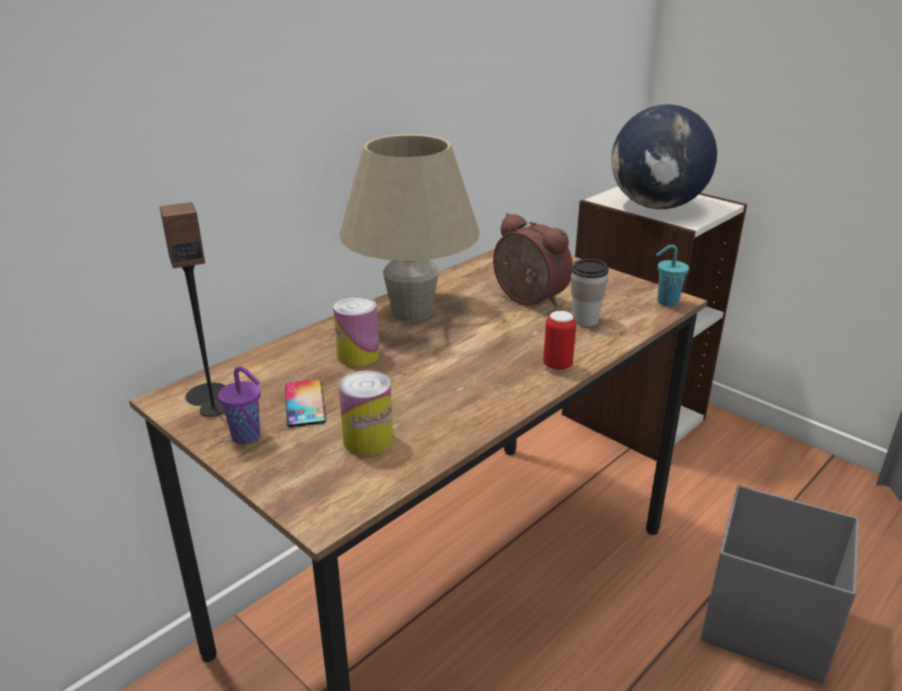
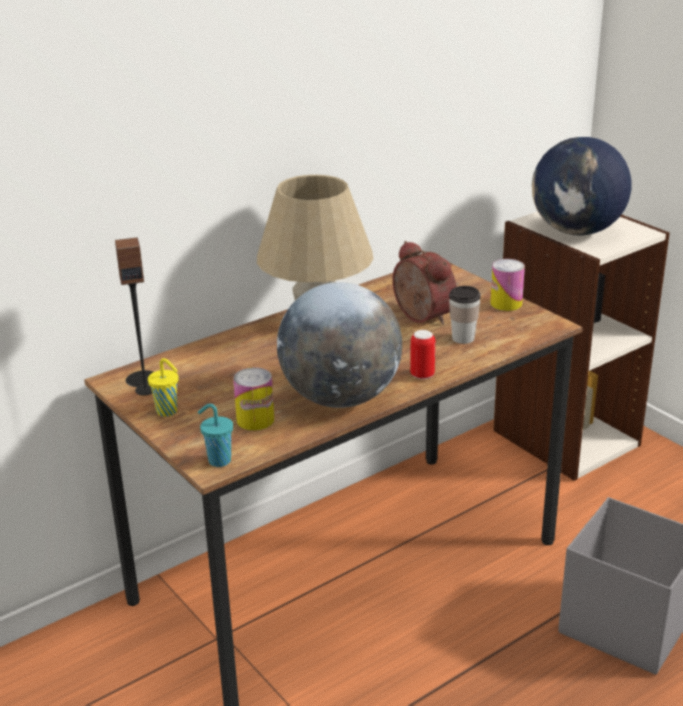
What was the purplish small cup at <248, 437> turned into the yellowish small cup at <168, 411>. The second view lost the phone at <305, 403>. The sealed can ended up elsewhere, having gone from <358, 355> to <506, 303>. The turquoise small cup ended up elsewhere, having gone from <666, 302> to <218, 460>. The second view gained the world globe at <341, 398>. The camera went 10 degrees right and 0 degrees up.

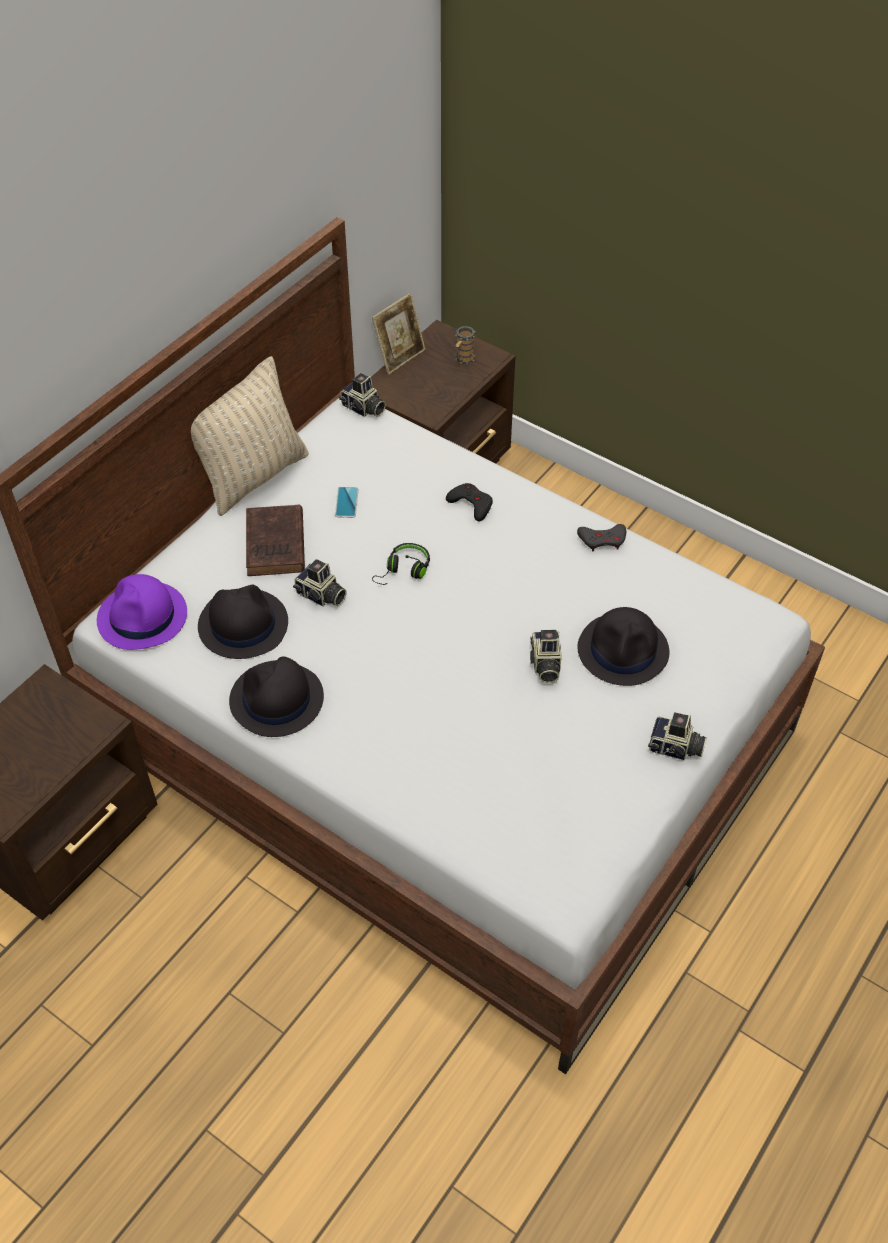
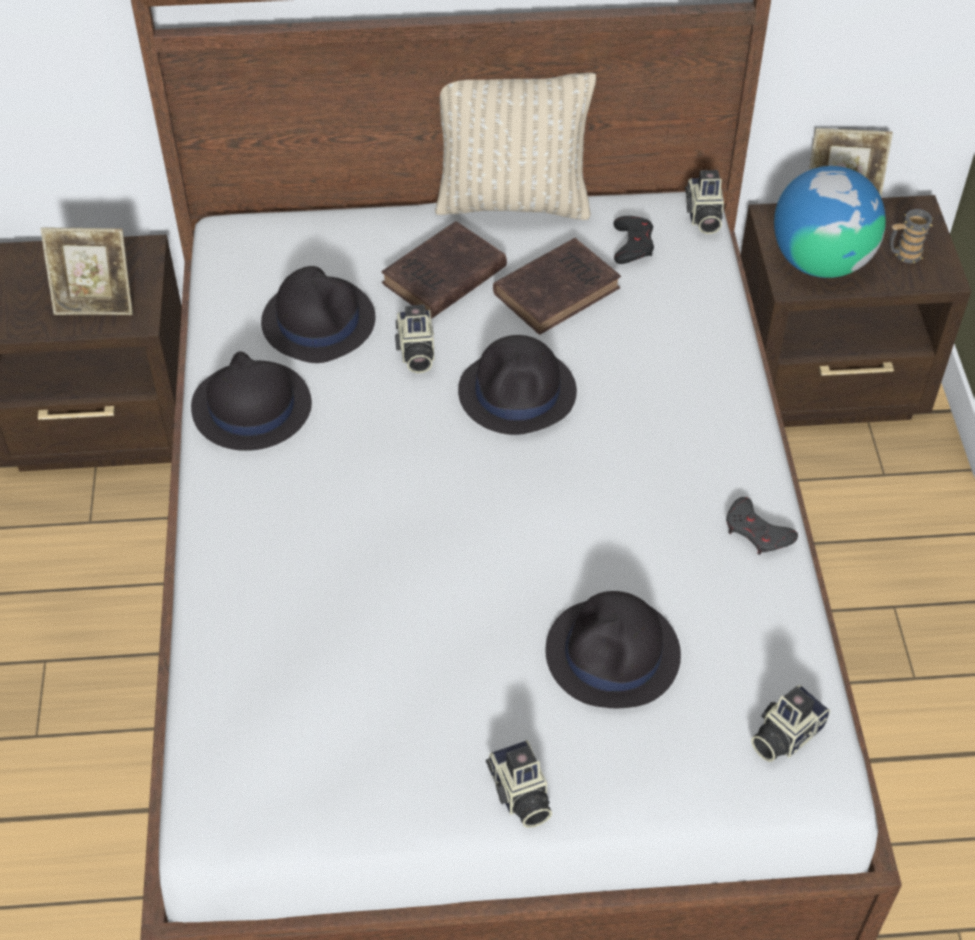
The second view lost the purplish hat at <143, 617>. Where the phone stood at <346, 502>, the brownish volume came to stand at <559, 289>. Where the blackish headset stood at <403, 571>, the blackish hat came to stand at <518, 393>. The blackish game controller ended up elsewhere, having gone from <471, 504> to <632, 244>. The still camera ended up elsewhere, having gone from <545, 664> to <784, 734>. The second view gained the picture frame at <96, 304>. The second view gained the world globe at <820, 261>. The camera went 50 degrees right and 0 degrees up.

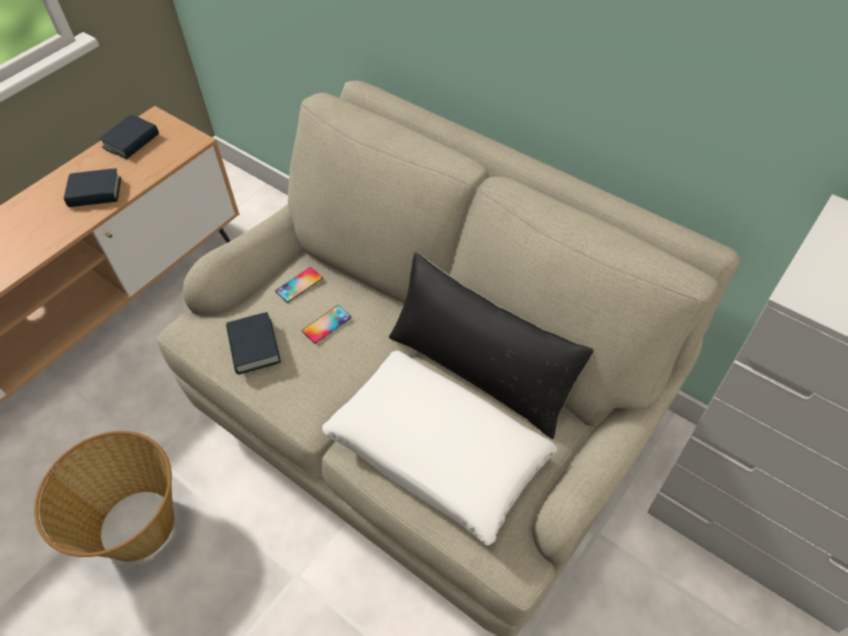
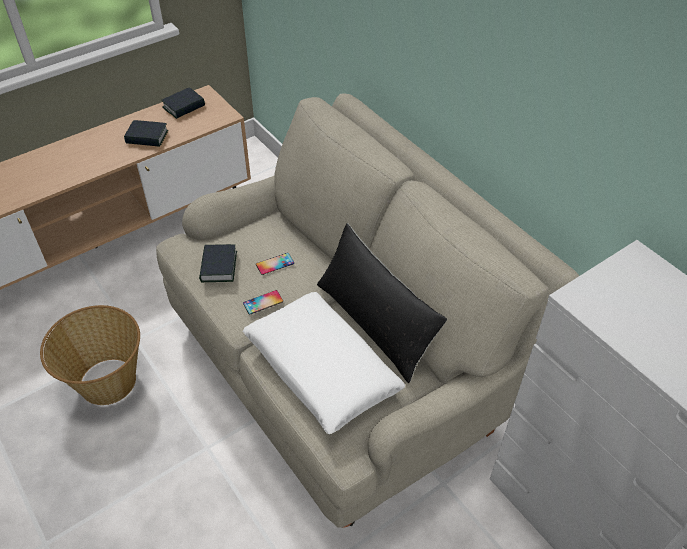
The phone ended up elsewhere, having gone from <299, 285> to <263, 302>. The camera went 15 degrees right and 5 degrees down.

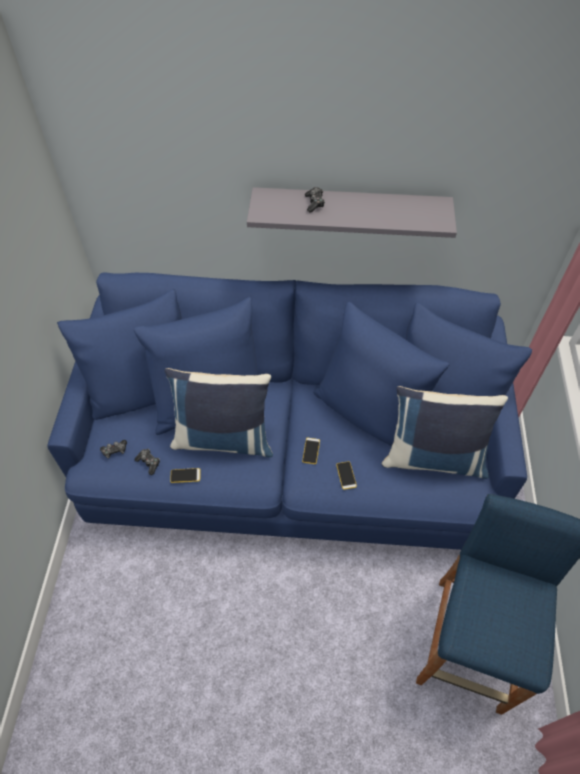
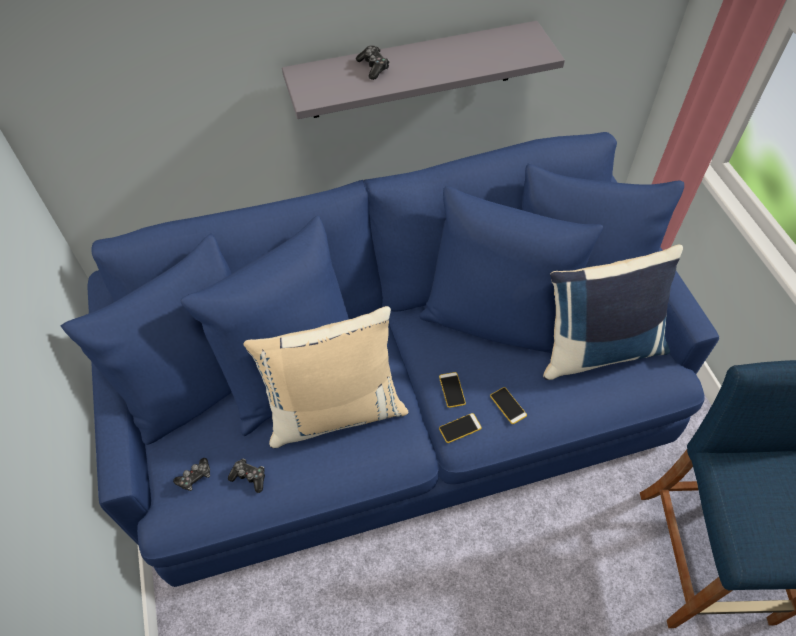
What was the blue-coloured cushion at <224, 438> turned into the beige-coloured cushion at <335, 410>. The phone ended up elsewhere, having gone from <185, 475> to <460, 428>. The camera went 20 degrees left and 0 degrees up.

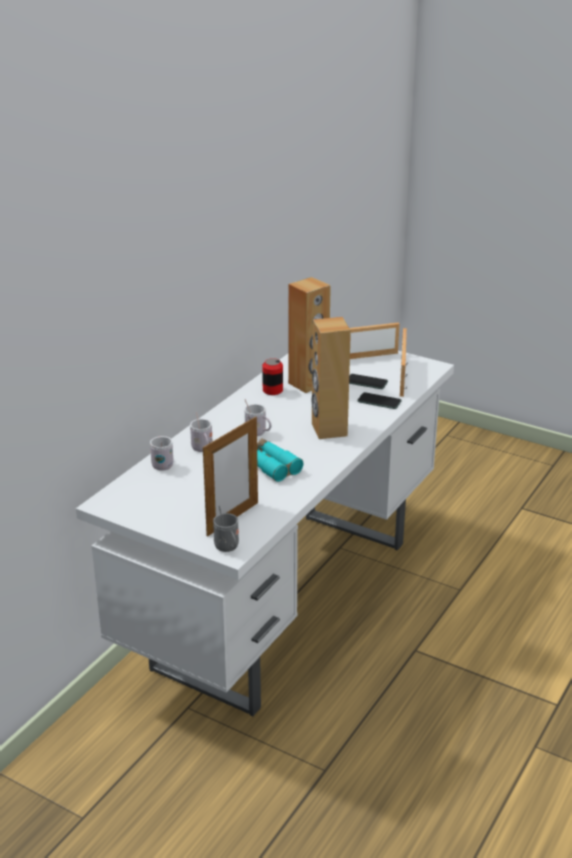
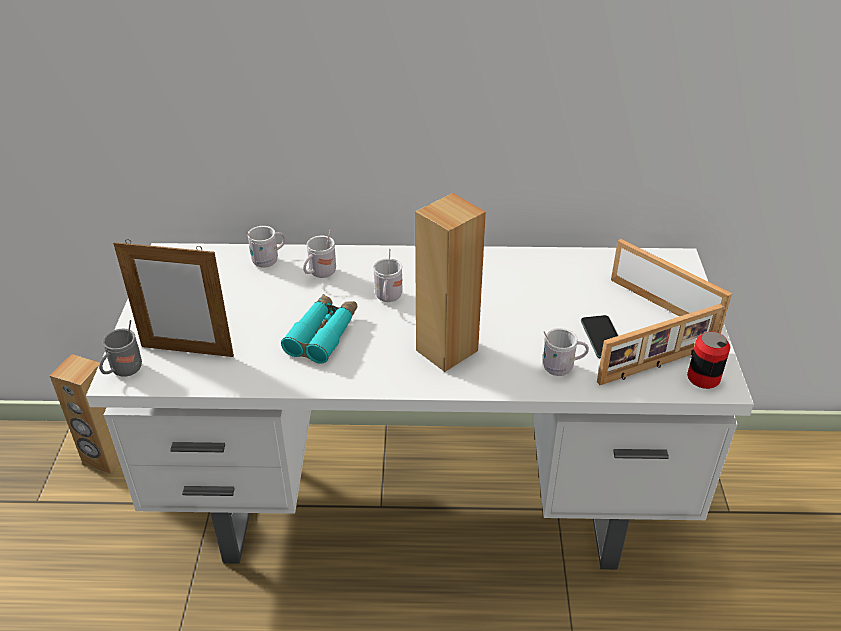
The sealed can ended up elsewhere, having gone from <272, 390> to <703, 378>. The brownish speaker ended up elsewhere, having gone from <308, 384> to <106, 458>. Where the phone stood at <379, 401>, the whitish mug came to stand at <562, 367>. The camera went 60 degrees right and 10 degrees up.

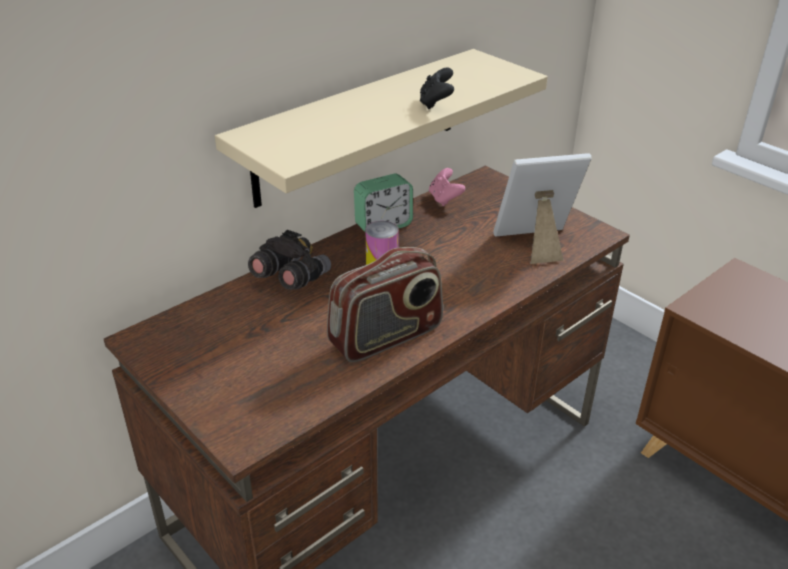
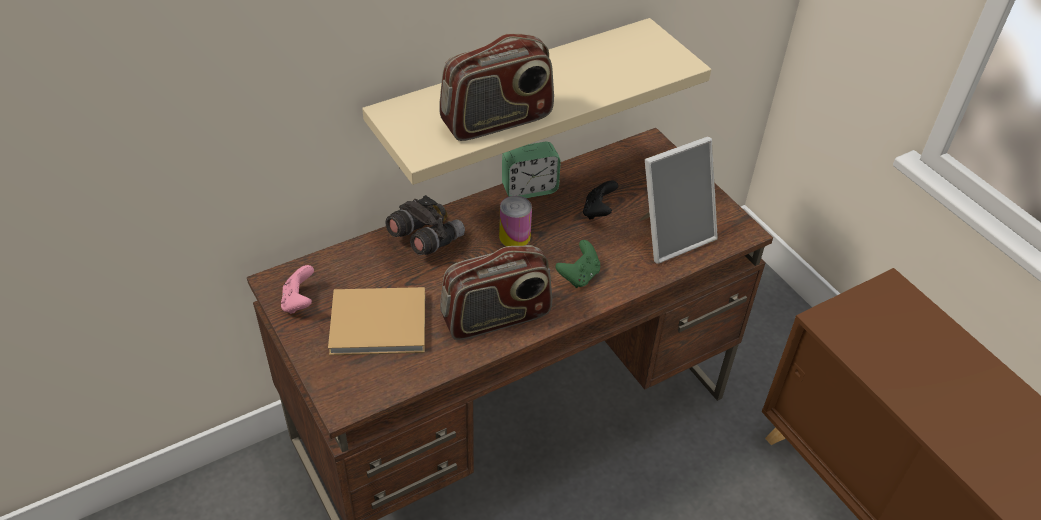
The blackish game controller ended up elsewhere, having gone from <436, 103> to <598, 211>. The pink-coloured game controller ended up elsewhere, having gone from <444, 199> to <299, 302>. The picture frame at <535, 244> ended up facing another way, 150 degrees clockwise from before. The second view gained the beige-coloured volume at <382, 324>. The second view gained the radio receiver at <497, 121>. The second view gained the green-coloured game controller at <579, 276>. The camera went 10 degrees right and 10 degrees up.

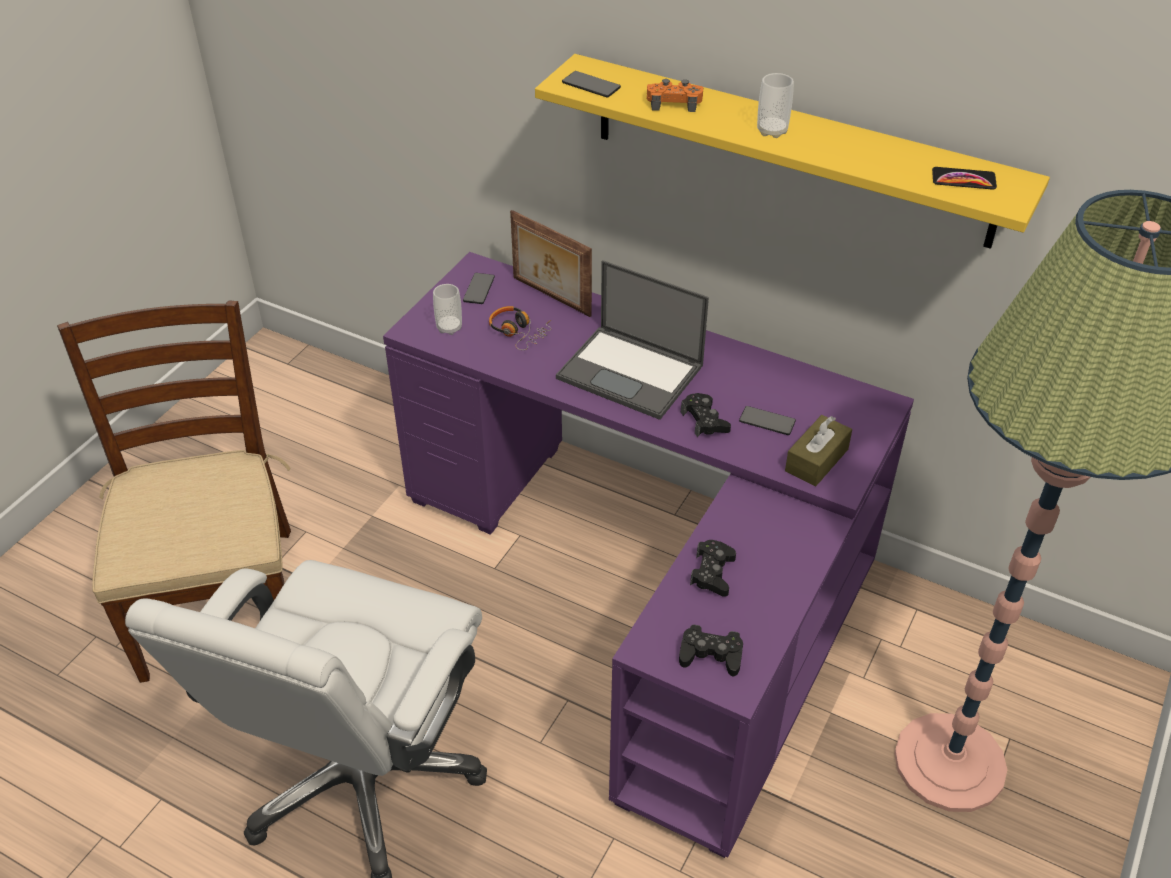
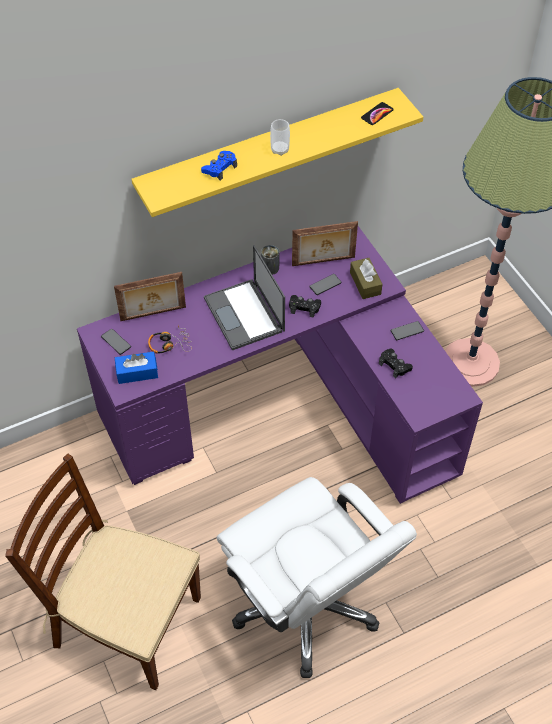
Where the small cup stood at <449, 328>, the blue-coloured tissue holder came to stand at <137, 372>. The laptop at <632, 372> ended up facing another way, 90 degrees clockwise from before. The phone ended up elsewhere, having gone from <591, 85> to <407, 331>. What was the orange-coloured game controller at <674, 102> turned into the blue-coloured game controller at <220, 168>. The second view lost the blackish game controller at <711, 655>. The second view gained the sealed can at <270, 268>. The second view gained the picture frame at <323, 262>. The camera went 55 degrees left and 10 degrees up.

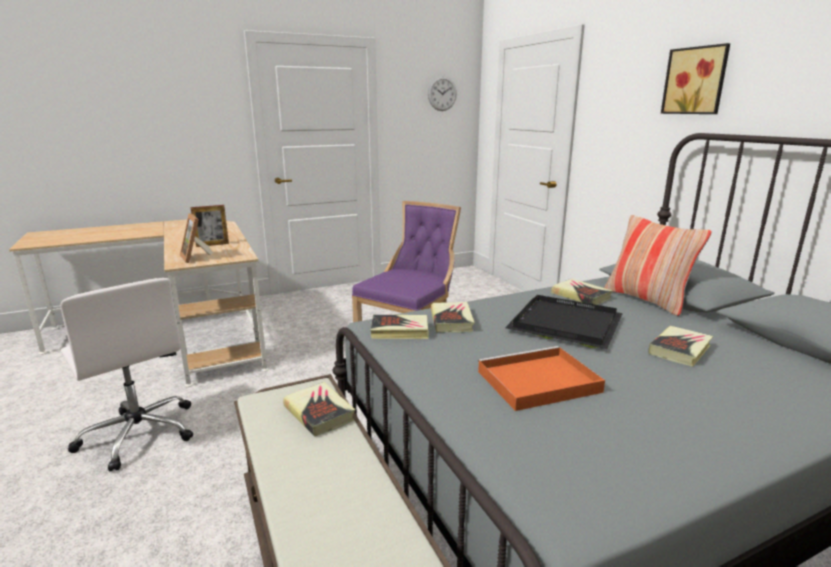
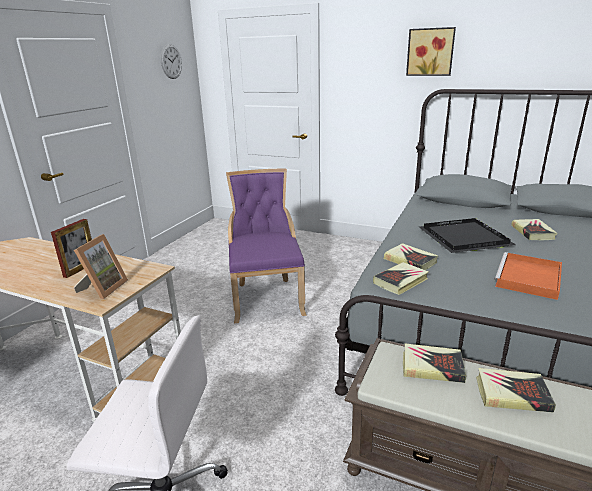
The picture frame at <196, 257> ended up facing another way, 90 degrees counterclockwise from before. The volume ended up elsewhere, having gone from <580, 296> to <512, 394>. The second view lost the cushion at <647, 300>. The camera went 40 degrees left and 5 degrees up.

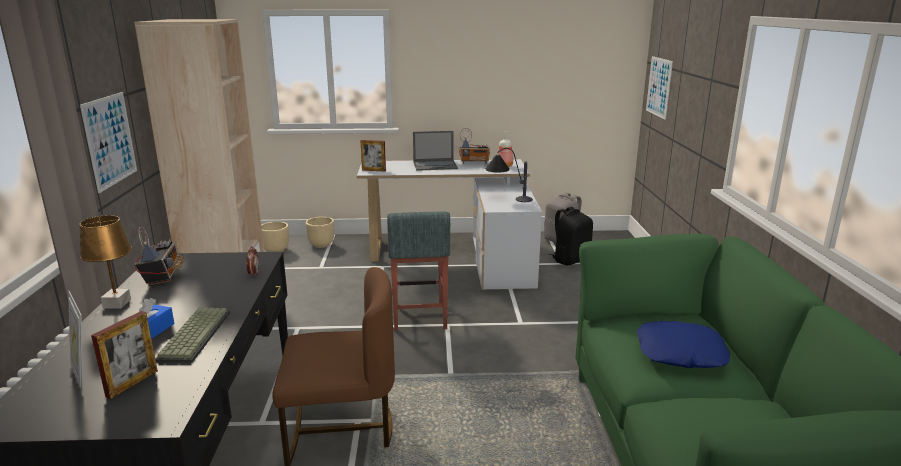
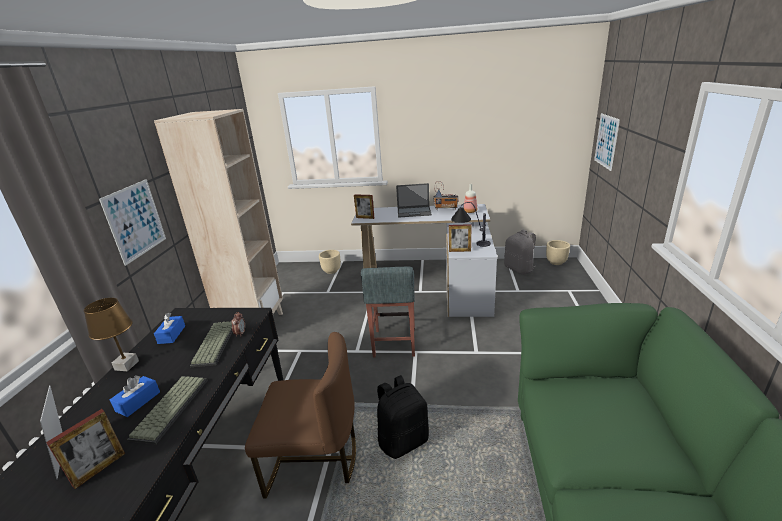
Where the radio receiver stood at <163, 276>, the blue-coloured tissue holder came to stand at <172, 334>. The beige-coloured flower pot ended up elsewhere, having gone from <276, 250> to <556, 262>. The blackish knapsack ended up elsewhere, having gone from <570, 259> to <403, 440>. The second view lost the blue-coloured cushion at <680, 353>. The second view gained the PC keyboard at <214, 343>. The second view gained the picture frame at <459, 251>. The camera went 10 degrees right and 5 degrees up.

